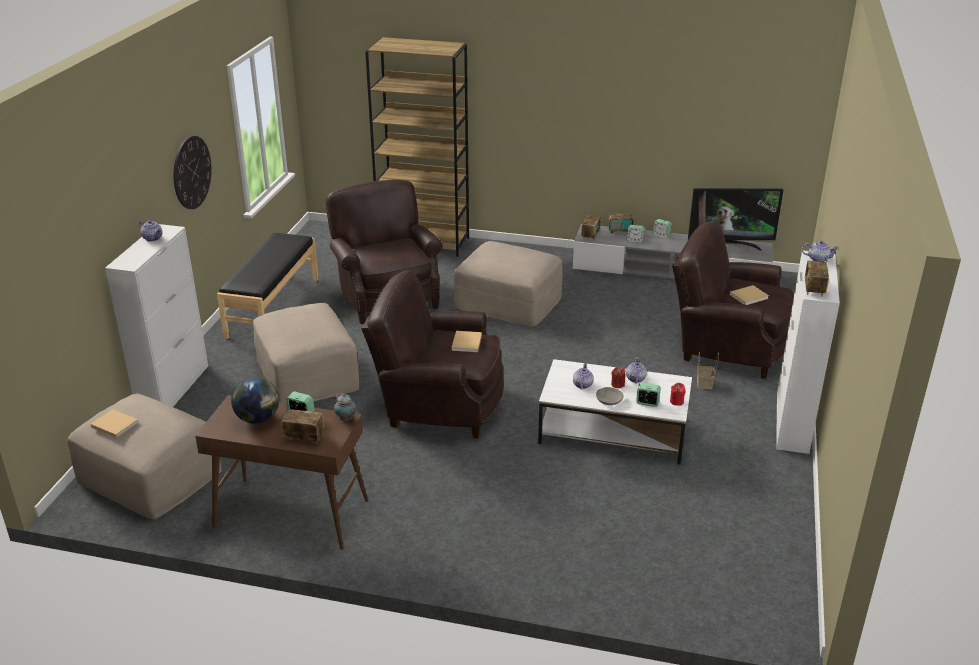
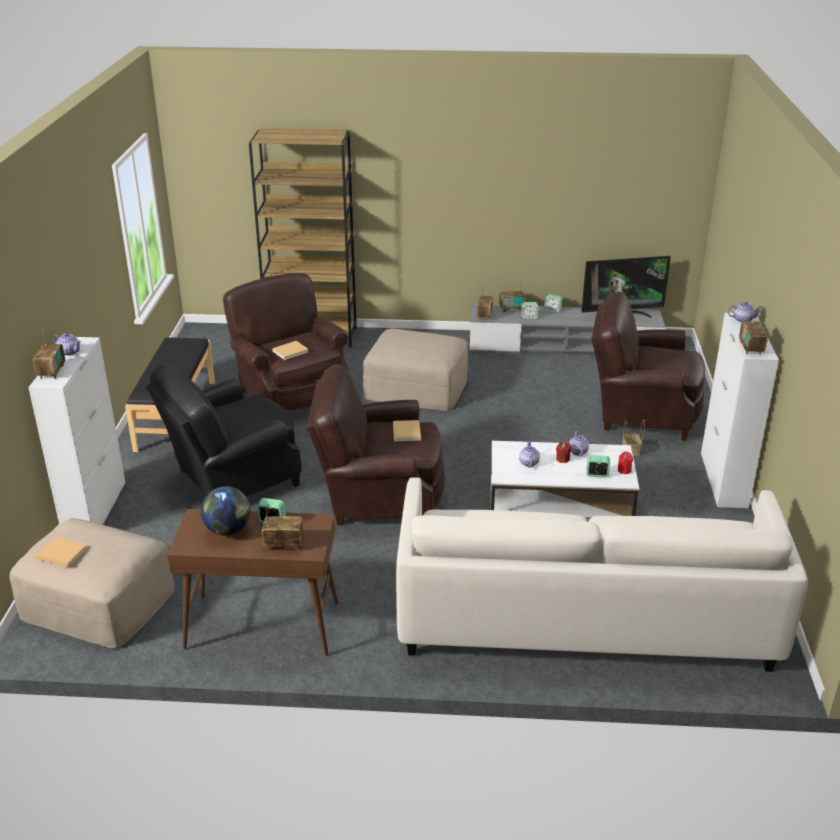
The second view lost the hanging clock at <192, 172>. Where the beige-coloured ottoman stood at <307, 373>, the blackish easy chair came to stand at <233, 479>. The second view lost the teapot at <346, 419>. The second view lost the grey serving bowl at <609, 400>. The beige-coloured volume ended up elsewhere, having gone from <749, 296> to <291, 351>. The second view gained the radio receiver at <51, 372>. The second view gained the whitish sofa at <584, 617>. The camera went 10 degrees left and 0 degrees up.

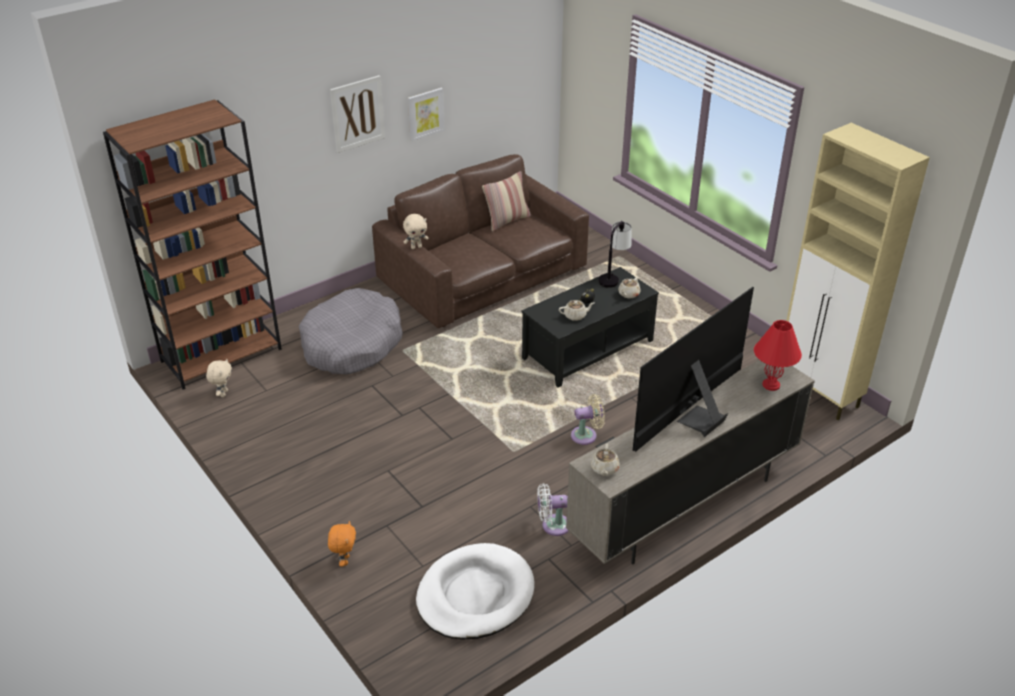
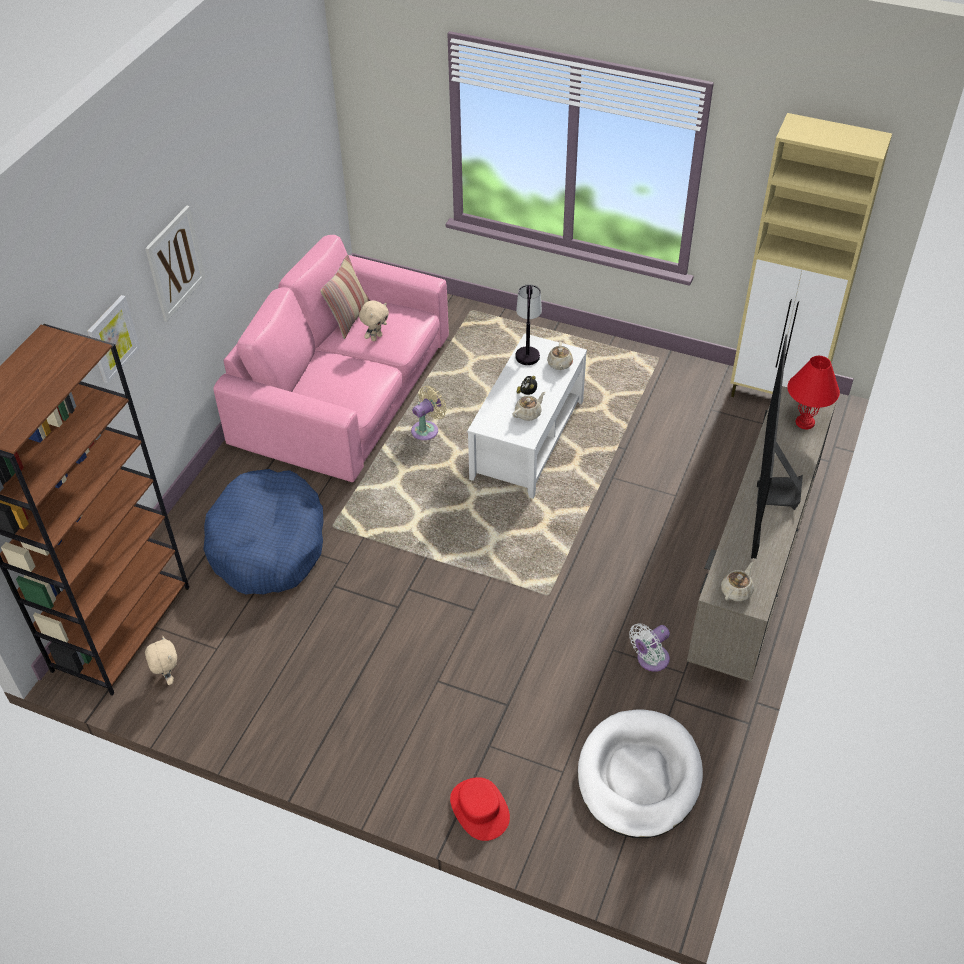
What was the grey pet bed at <351, 344> turned into the blue-coloured pet bed at <268, 544>. Where the orange-coloured soft toy stood at <344, 560>, the red-coloured hat came to stand at <479, 809>. What was the brownish sofa at <483, 274> turned into the pink-coloured sofa at <344, 391>. The beige-coloured soft toy ended up elsewhere, having gone from <416, 247> to <376, 337>. The picture ended up elsewhere, having gone from <425, 113> to <112, 338>. What was the blackish coffee table at <588, 350> turned into the whitish coffee table at <527, 439>. The beige-coloured electric fan ended up elsewhere, having gone from <586, 435> to <427, 429>. The beige-coloured teapot at <604, 469> ended up facing another way, 120 degrees counterclockwise from before. The camera went 30 degrees left and 10 degrees up.

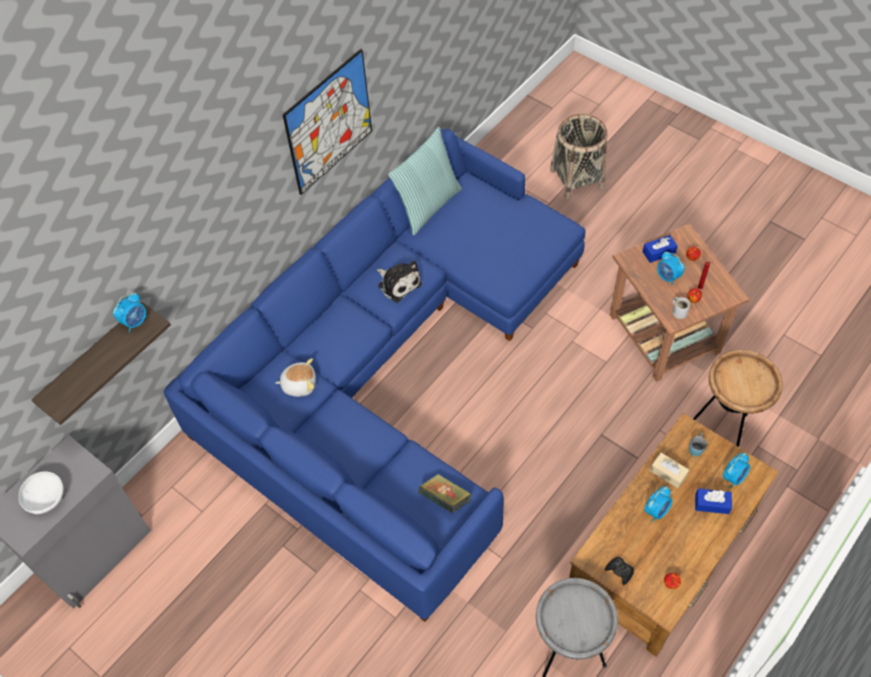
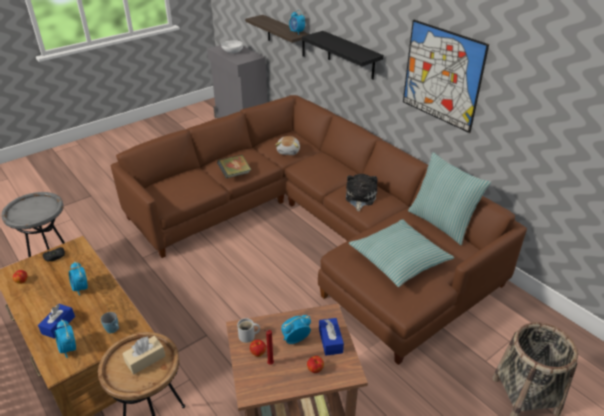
What was the blue-coloured sofa at <390, 370> turned into the brownish sofa at <315, 228>. The soft toy at <398, 283> ended up facing another way, 135 degrees clockwise from before. The volume ended up elsewhere, having gone from <445, 499> to <235, 174>. The beige-coloured tissue holder ended up elsewhere, having gone from <668, 473> to <145, 359>. The second view gained the blackish bracket shelf at <351, 55>. The second view gained the cushion at <399, 259>. The camera went 100 degrees right and 20 degrees down.

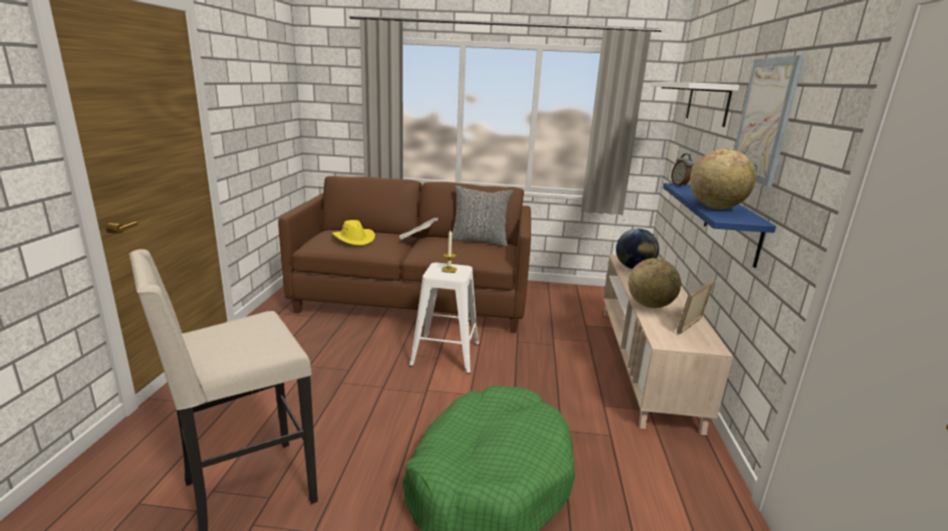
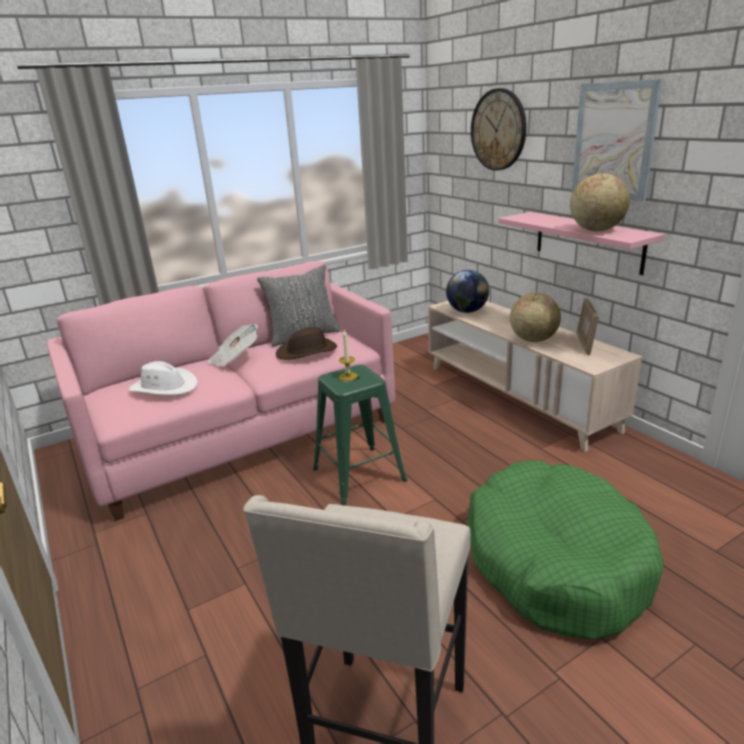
What was the brownish sofa at <414, 299> turned into the pink-coloured sofa at <241, 435>. What was the yellowish hat at <354, 239> turned into the whitish hat at <164, 387>. What was the whitish stool at <446, 354> turned into the green-coloured stool at <359, 473>. Where the whitish bracket shelf hung at <707, 103>, the hanging clock came to hang at <498, 130>. What was the blue-coloured bracket shelf at <732, 223> turned into the pink-coloured bracket shelf at <588, 241>. The second view lost the bedside clock at <680, 185>. The second view gained the brownish hat at <307, 351>. The camera went 35 degrees left and 5 degrees up.

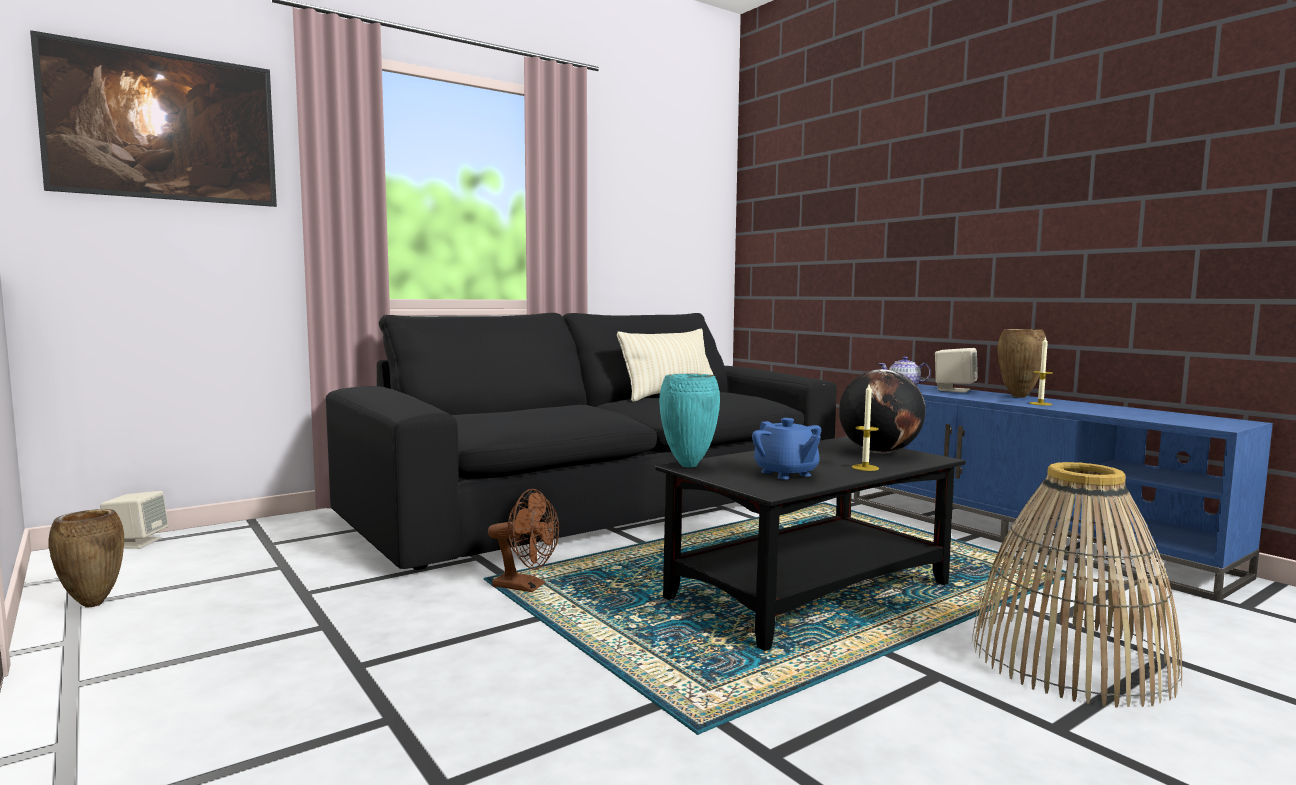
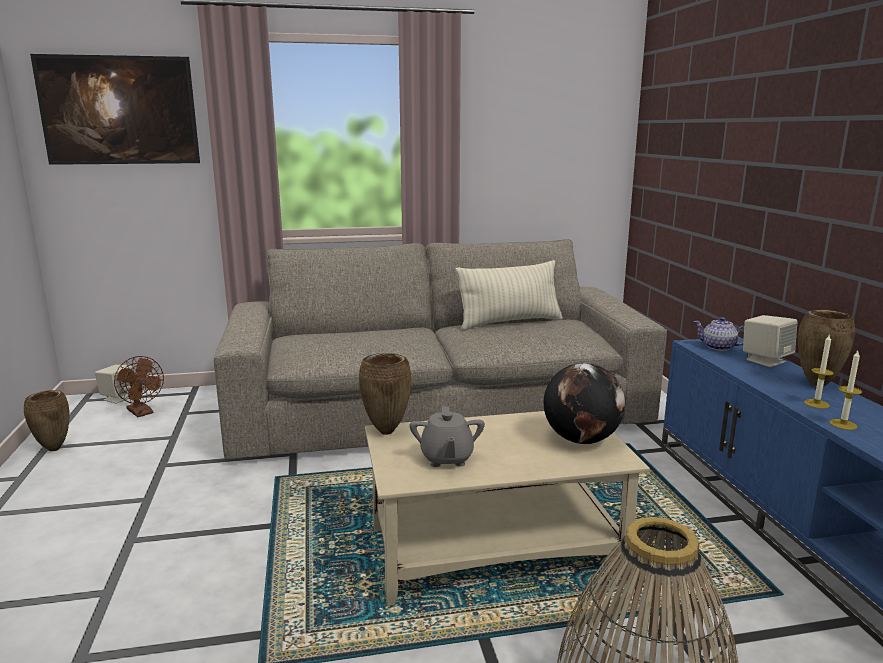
What was the blackish sofa at <603, 503> turned into the beige-coloured sofa at <438, 410>. The brownish electric fan ended up elsewhere, having gone from <526, 587> to <142, 413>. What was the blackish coffee table at <810, 591> turned into the beige-coloured coffee table at <496, 549>. What was the turquoise flower vase at <688, 465> turned into the brownish flower vase at <386, 431>. What was the blue-coloured teapot at <786, 473> turned into the grey teapot at <446, 458>. The wax light ended up elsewhere, having gone from <865, 467> to <843, 424>. The camera went 25 degrees right and 10 degrees up.

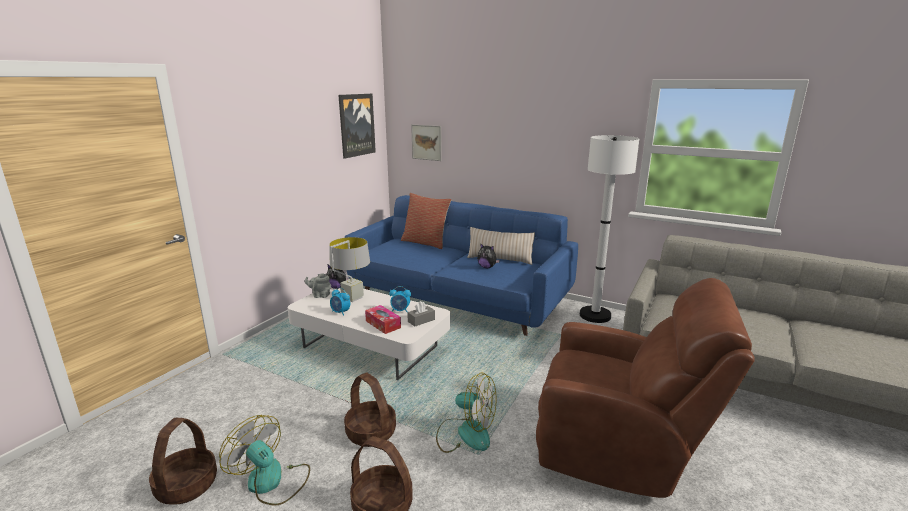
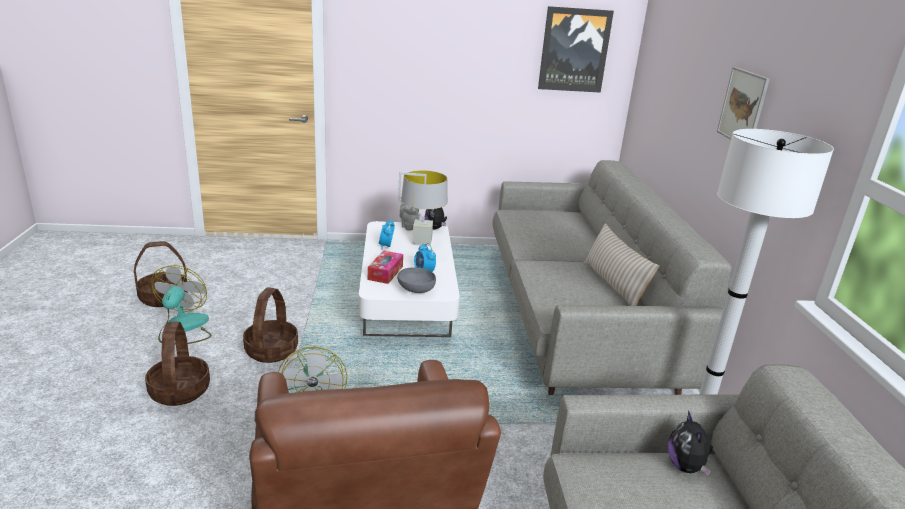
What was the blue-coloured sofa at <457, 298> turned into the grey sofa at <575, 317>. The second view lost the cushion at <425, 242>. Where the grey tissue holder stood at <421, 320>, the grey serving bowl came to stand at <415, 290>. The picture ended up elsewhere, having gone from <426, 142> to <743, 107>. The soft toy ended up elsewhere, having gone from <487, 267> to <686, 466>. The camera went 55 degrees right and 5 degrees up.

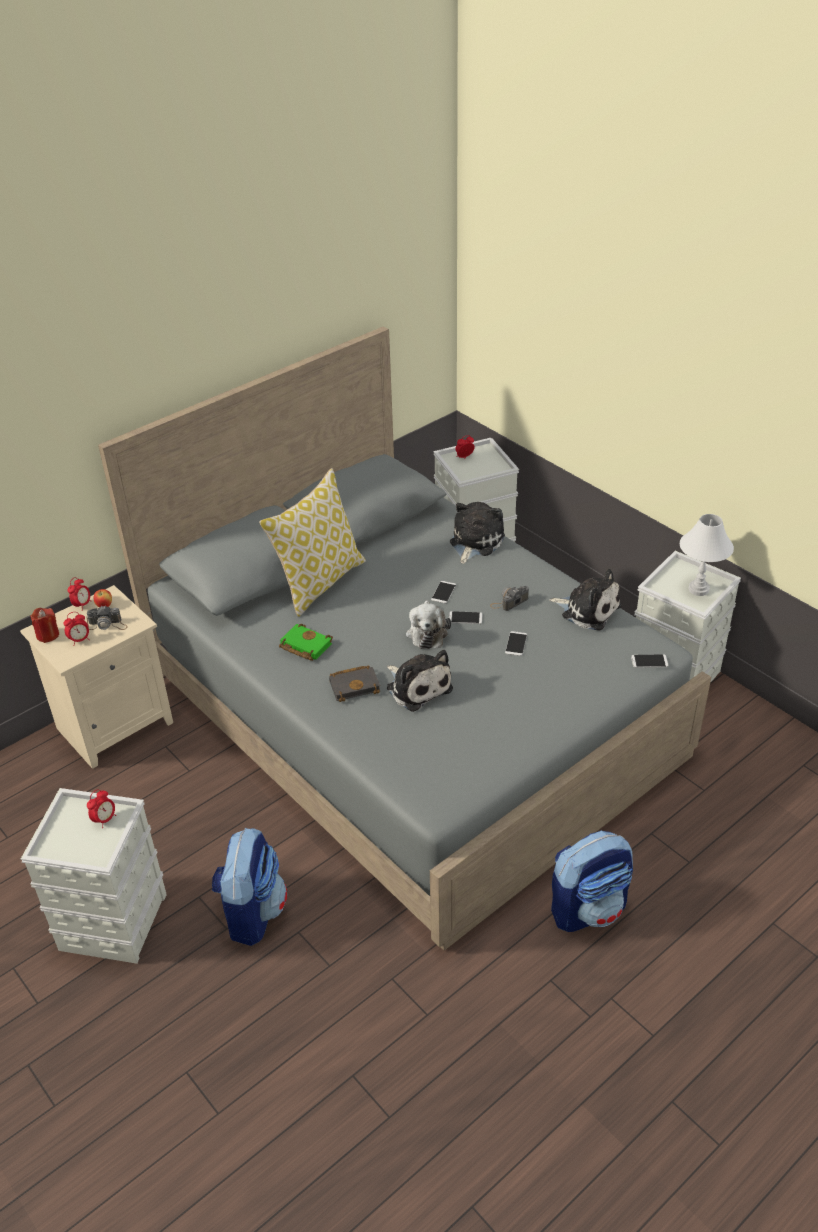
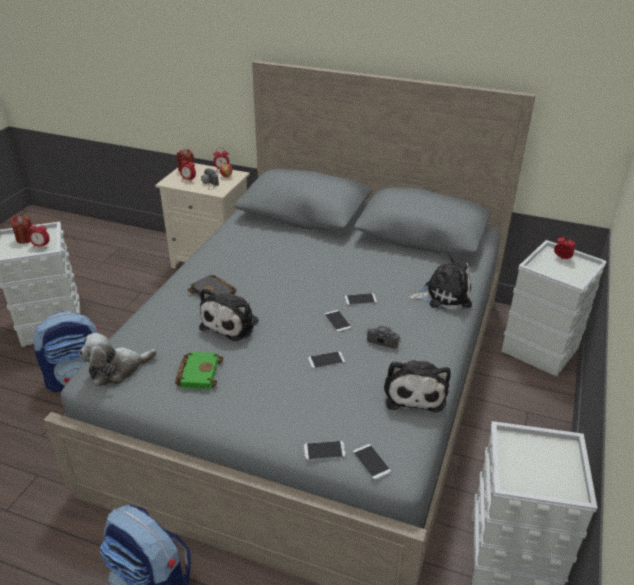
The second view lost the cushion at <319, 581>. The green-coloured volume ended up elsewhere, having gone from <304, 646> to <198, 372>. The soft toy ended up elsewhere, having gone from <427, 632> to <117, 370>. The second view lost the whitish table lamp at <698, 589>. The second view gained the red-coloured wax light at <25, 239>. The second view gained the phone at <324, 451>. The camera went 60 degrees right and 5 degrees down.

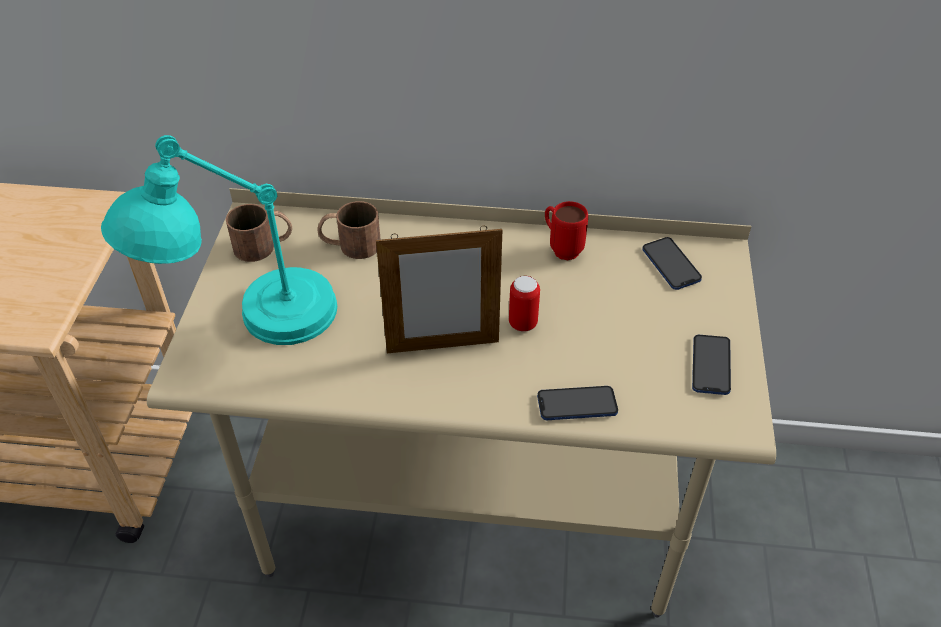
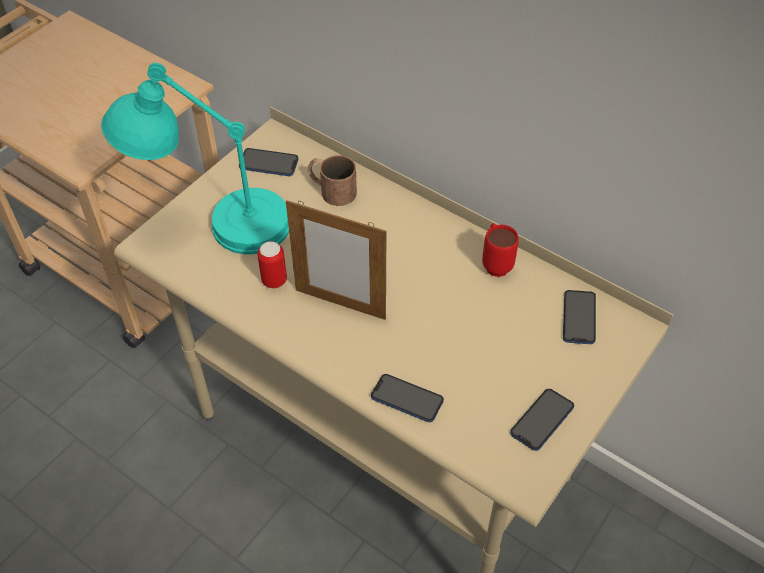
Where the brownish mug stood at <264, 245>, the phone came to stand at <269, 163>. The sealed can ended up elsewhere, having gone from <523, 323> to <274, 280>. The camera went 30 degrees right and 5 degrees up.

